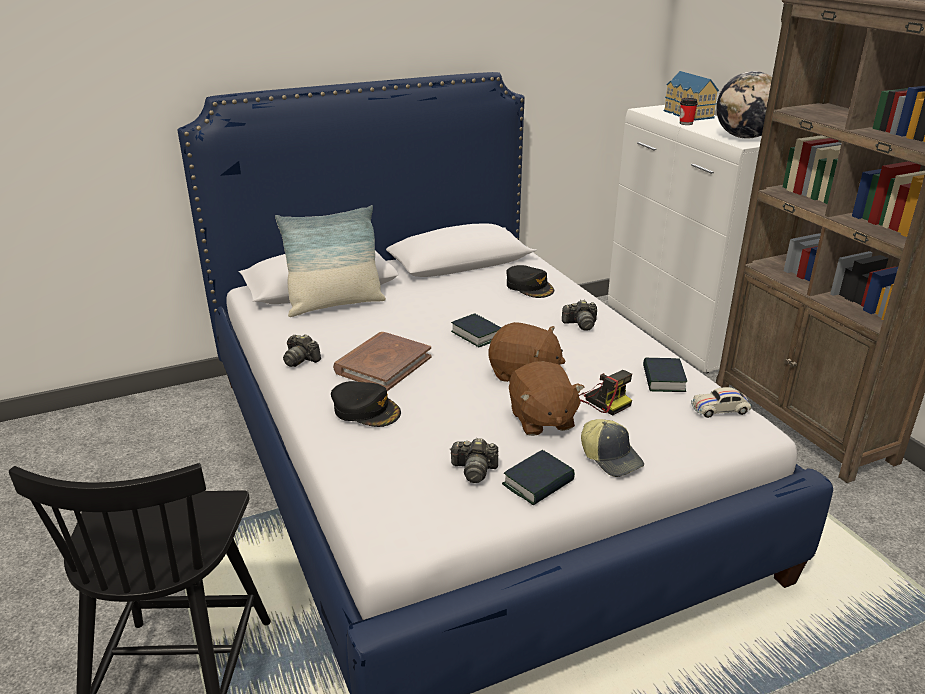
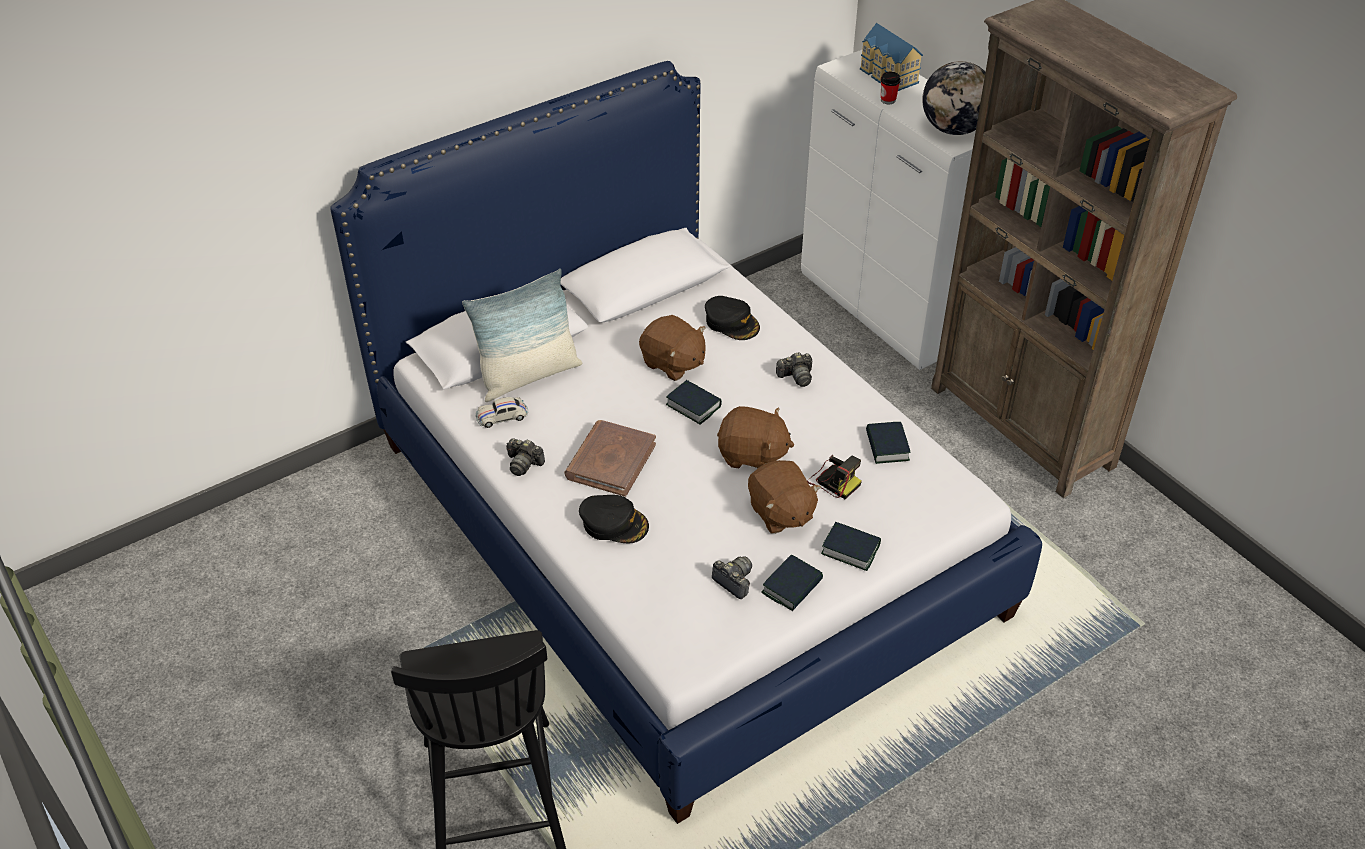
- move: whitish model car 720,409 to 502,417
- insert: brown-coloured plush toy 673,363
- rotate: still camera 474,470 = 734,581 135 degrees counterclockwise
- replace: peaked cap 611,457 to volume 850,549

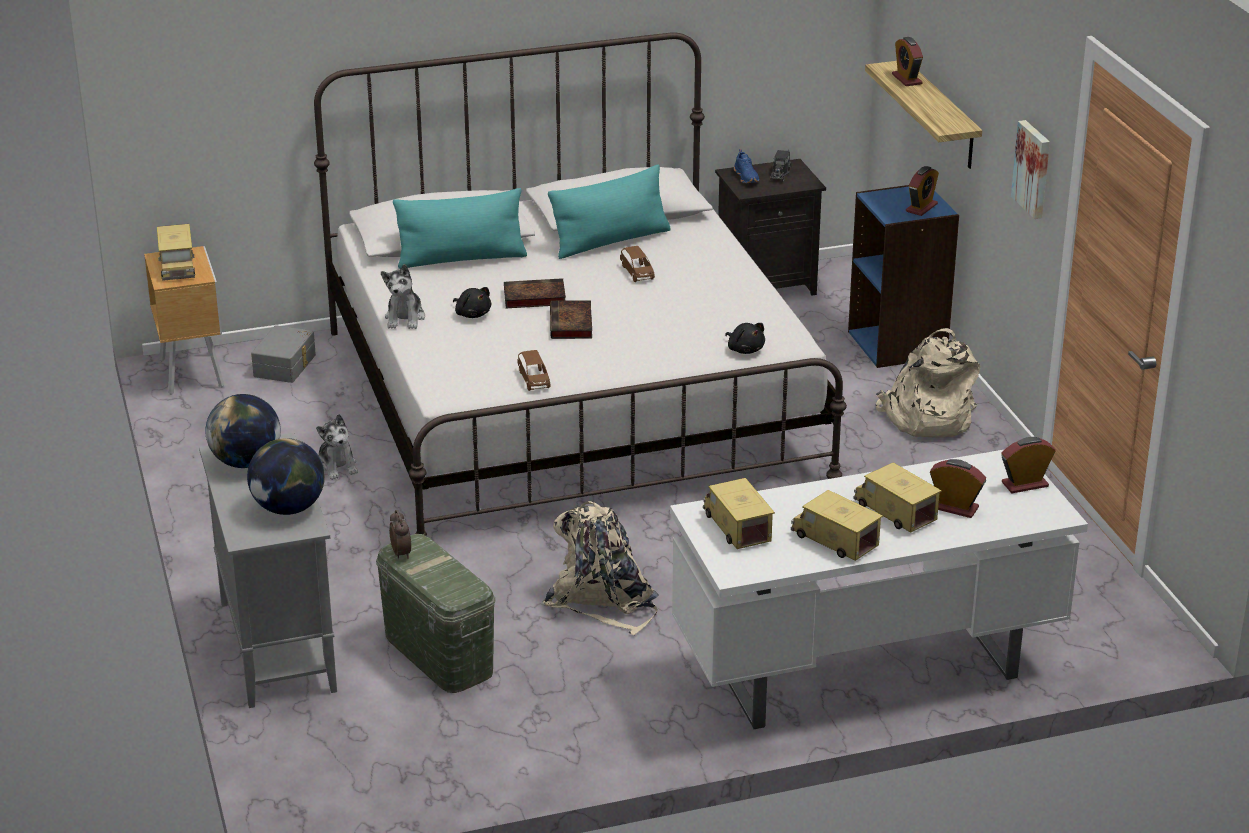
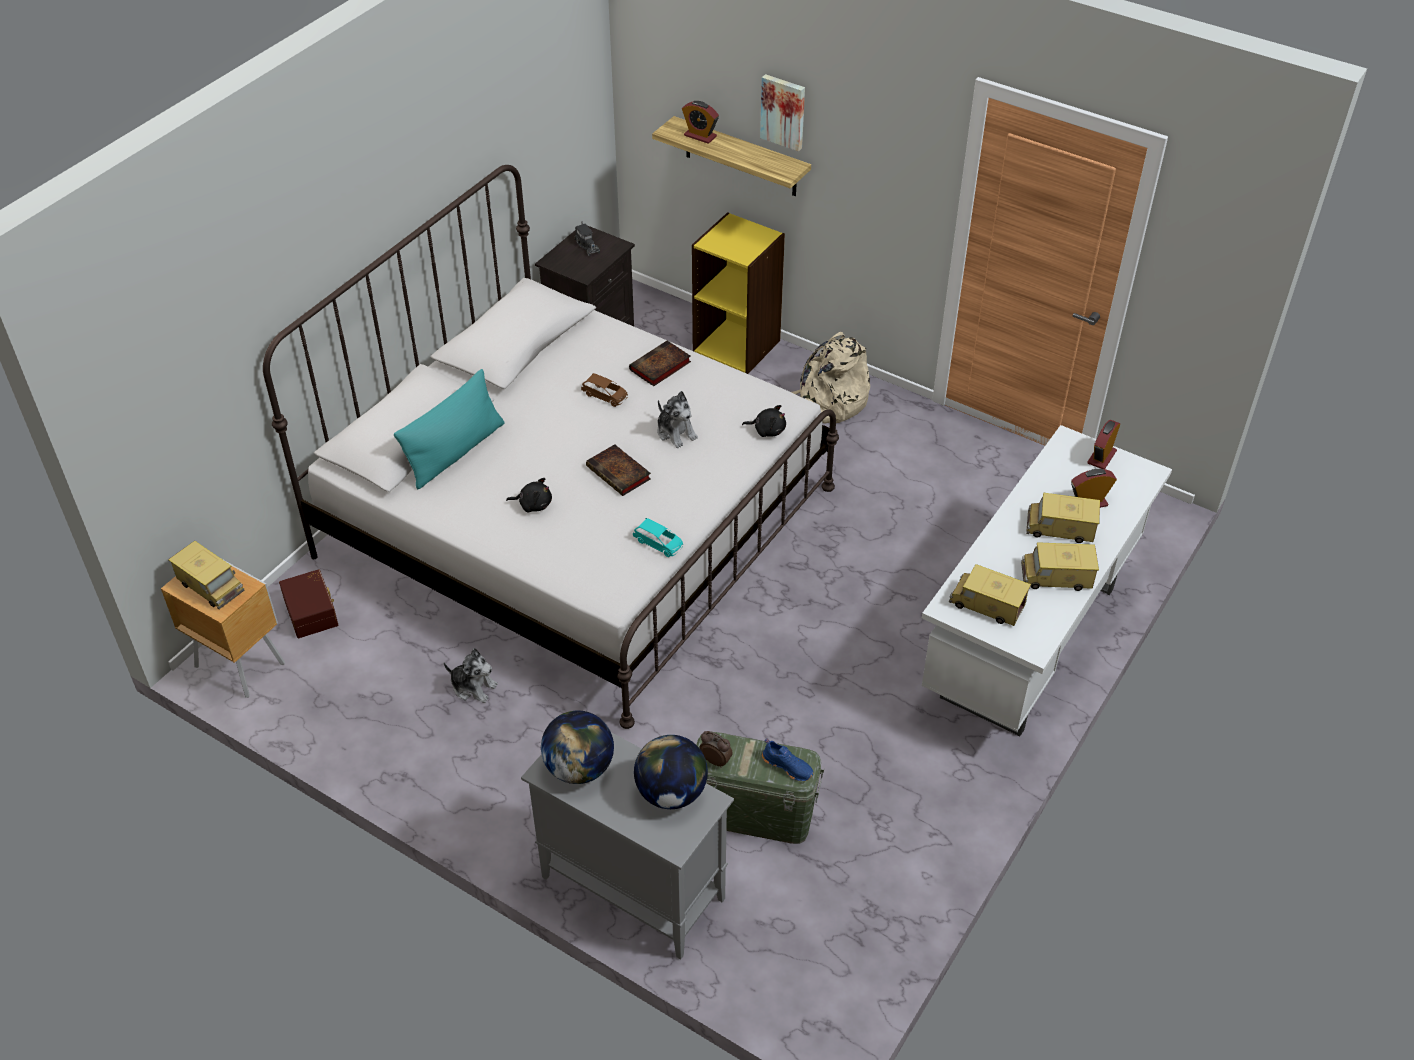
- recolor: greyish storage box 286,366 to brown-coloured storage box 312,611
- move: volume 533,298 to 659,367
- recolor: brown-coloured model car 534,379 to turquoise-coloured model car 658,543
- move: plush toy 405,318 to 676,432
- recolor: blue-coloured bookshelf 898,344 to yellow bookshelf 737,345
- move: picture 1033,169 to 783,111
- move: blue-coloured low shoe 747,177 to 788,766
- delete: beige-coloured rucksack 603,600
- delete: turquoise-coloured pillow 611,241
- delete: bedside clock 921,208

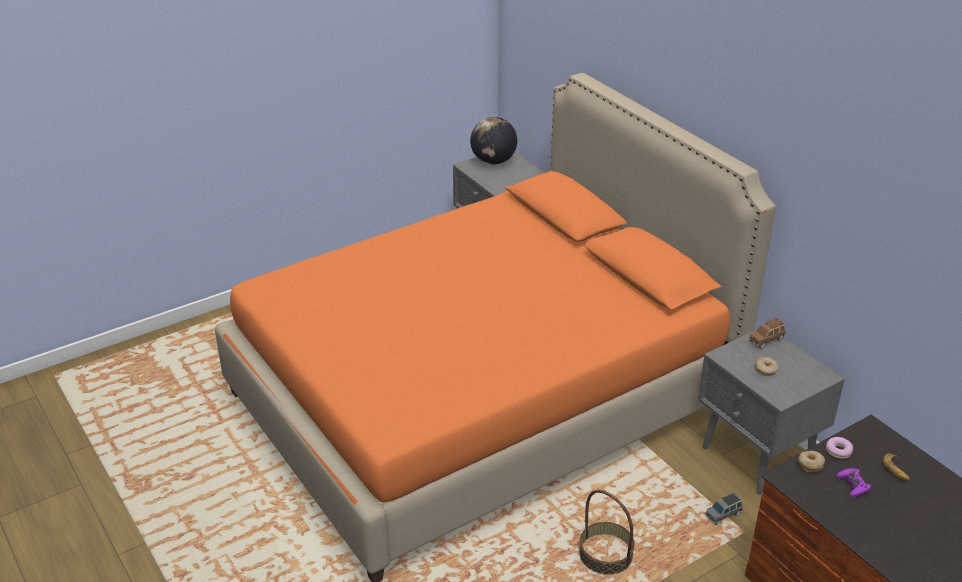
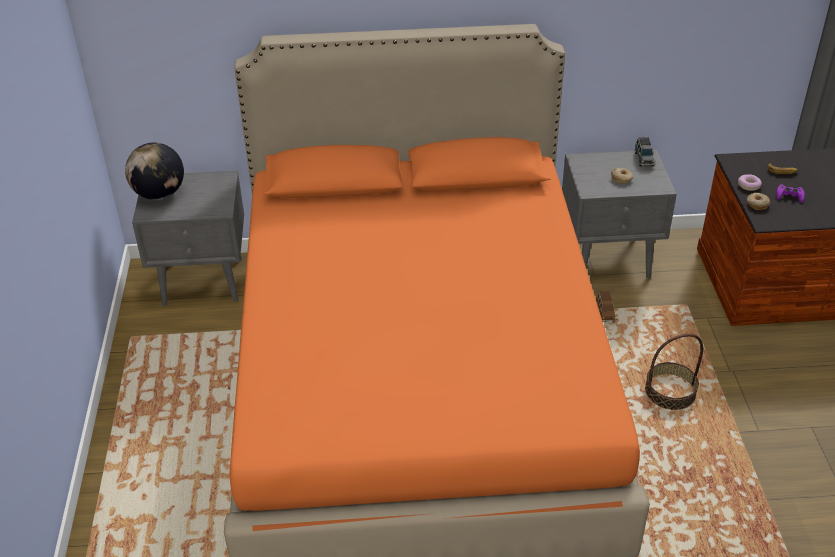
- move: brown-coloured model car 766,340 to 604,312
- move: greyish model car 723,515 to 643,159

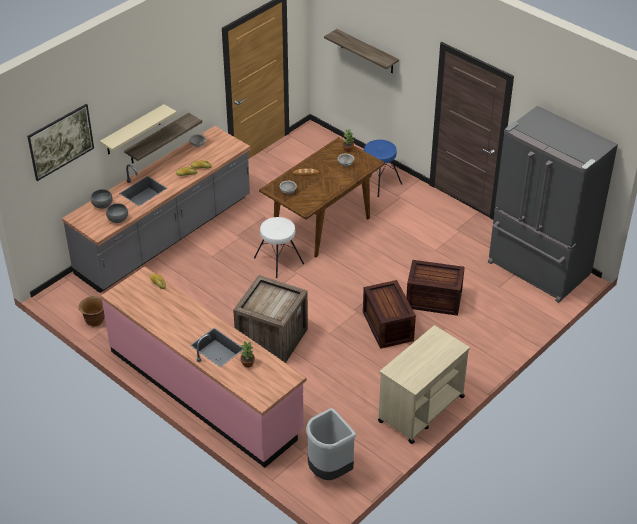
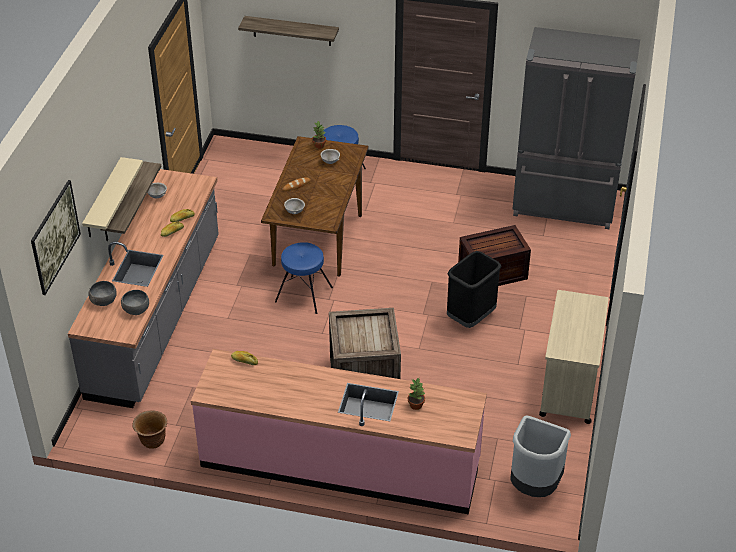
- recolor: whitish stool seat 278,261 to blue-coloured stool seat 303,295
- replace: crate 388,327 to black trash can 471,318

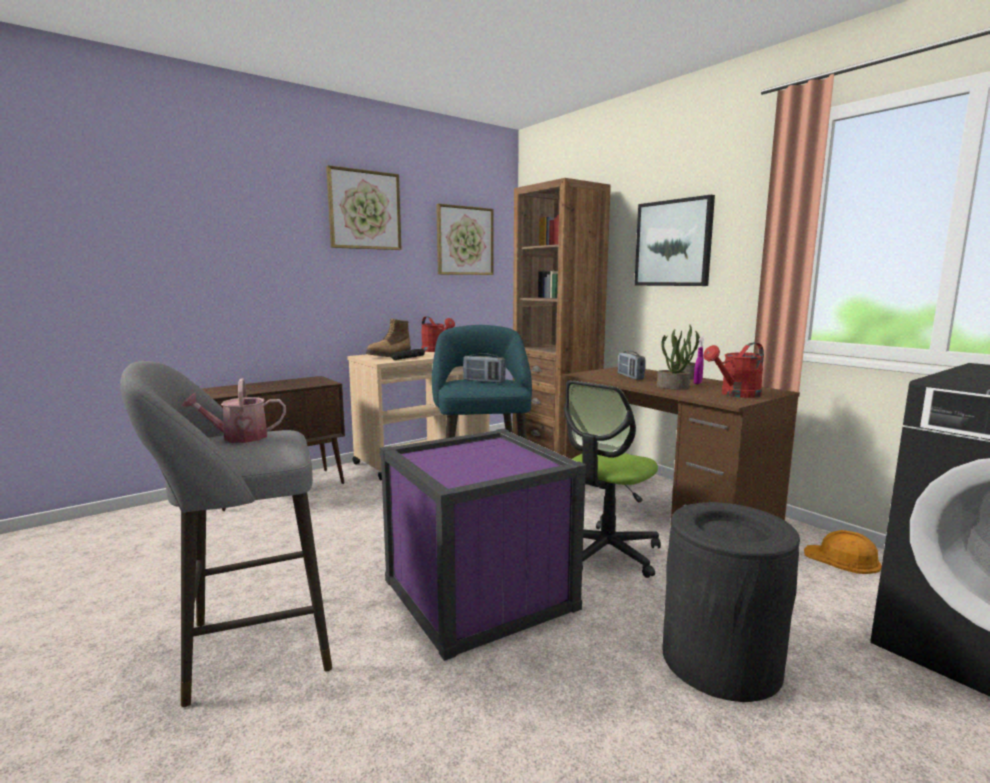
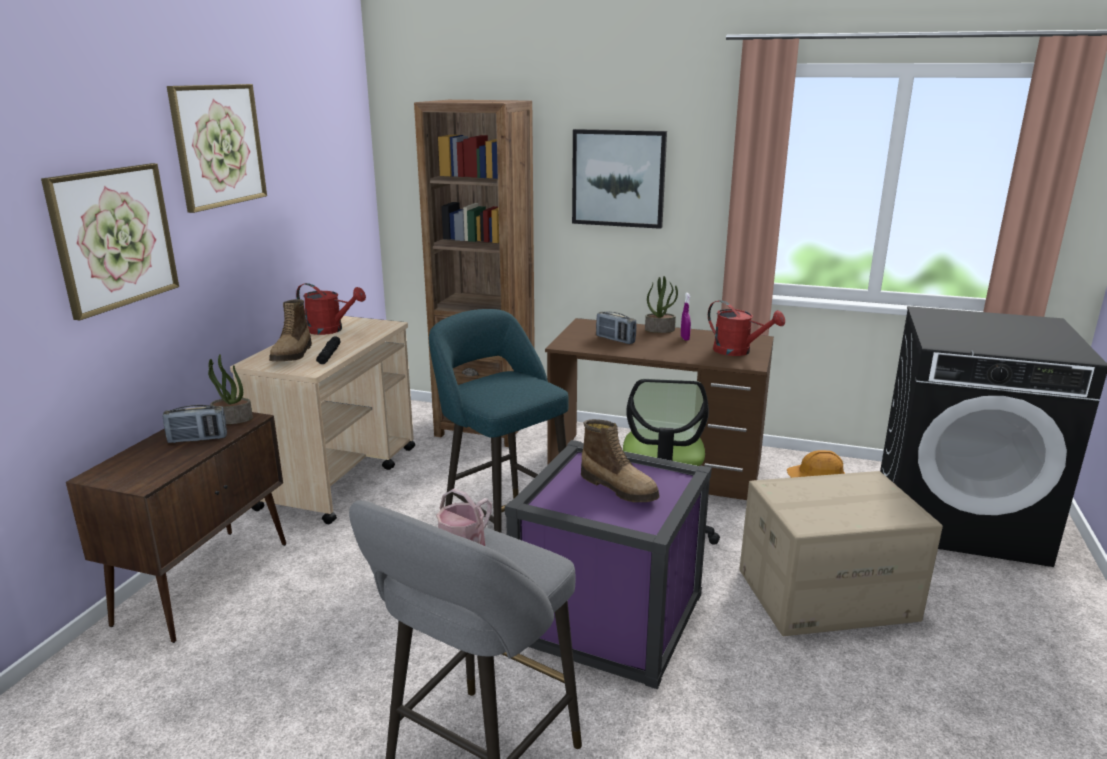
- move: picture 465,241 to 114,238
- move: radio receiver 484,381 to 198,439
- move: houseplant 672,387 to 232,419
- insert: tall boot 619,488
- rotate: red watering pot 736,395 = 738,351 75 degrees counterclockwise
- replace: black trash can 721,660 to cardboard box 826,594

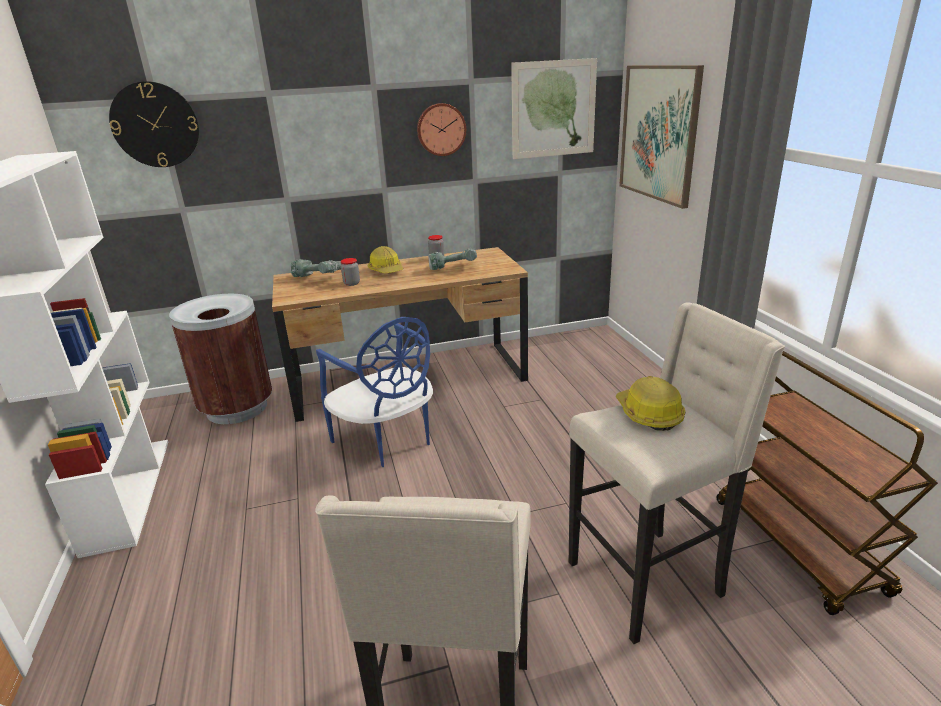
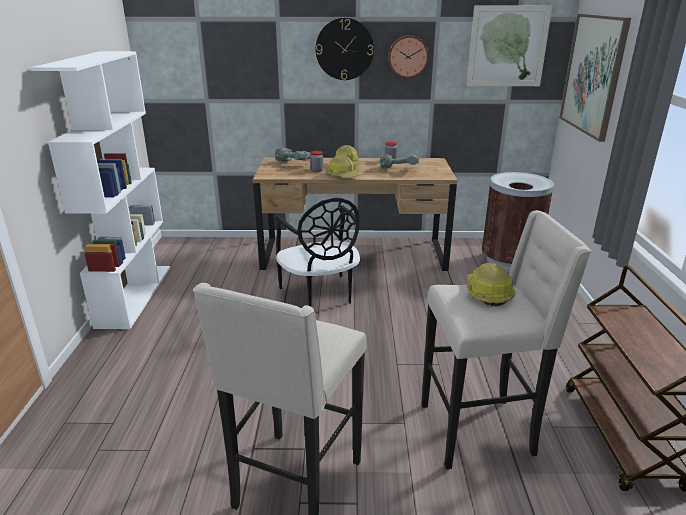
- recolor: blue-coloured upright chair 387,440 to black upright chair 320,294
- move: hanging clock 155,125 to 344,49
- insert: hard hat 342,175
- move: brown-coloured trash can 237,408 to 509,261

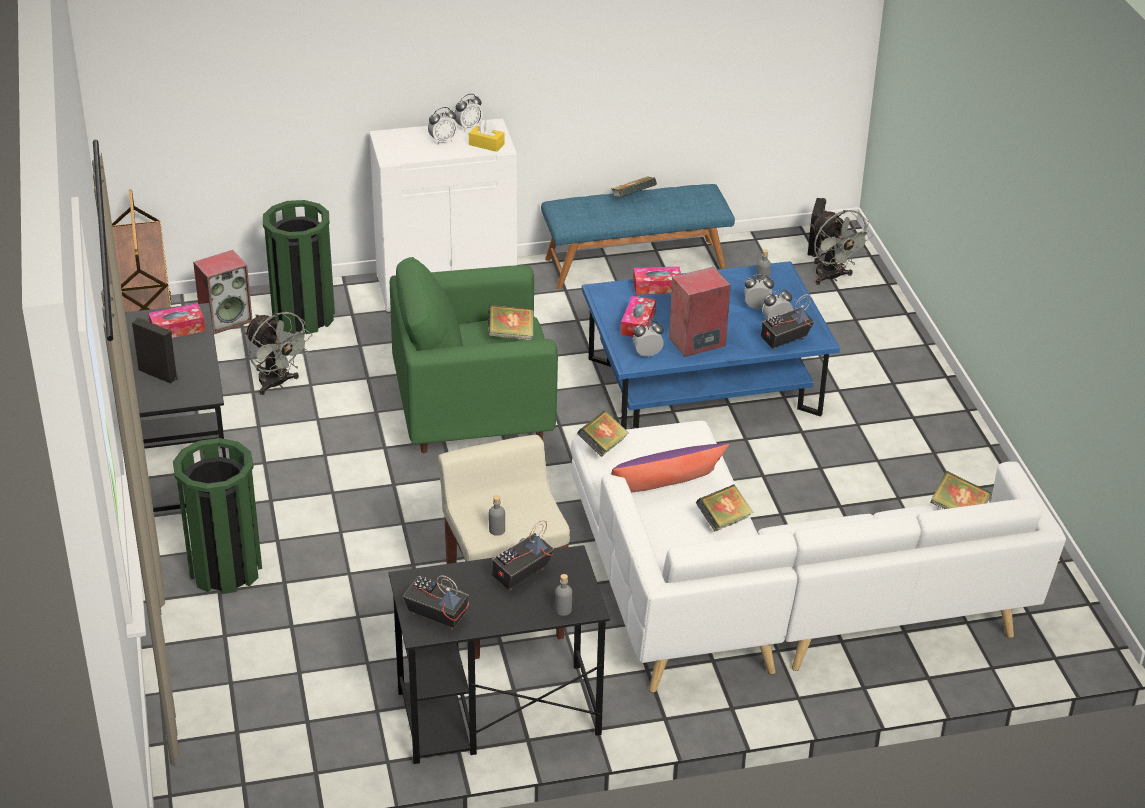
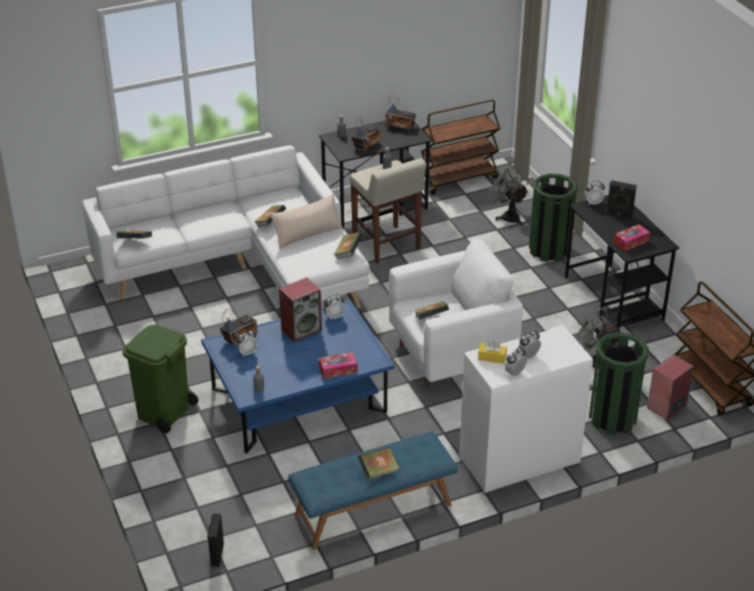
- insert: greenish trash can 164,412
- recolor: purplish pillow 663,490 to beige-coloured pillow 307,234
- recolor: greenish lounge chair 474,416 to whitish lounge chair 451,356
- insert: brown-coloured wheeled cart 458,179
- move: greyish cooling fan 832,277 to 507,216
- move: bedside clock 757,307 to 593,203
- delete: tissue holder 638,323

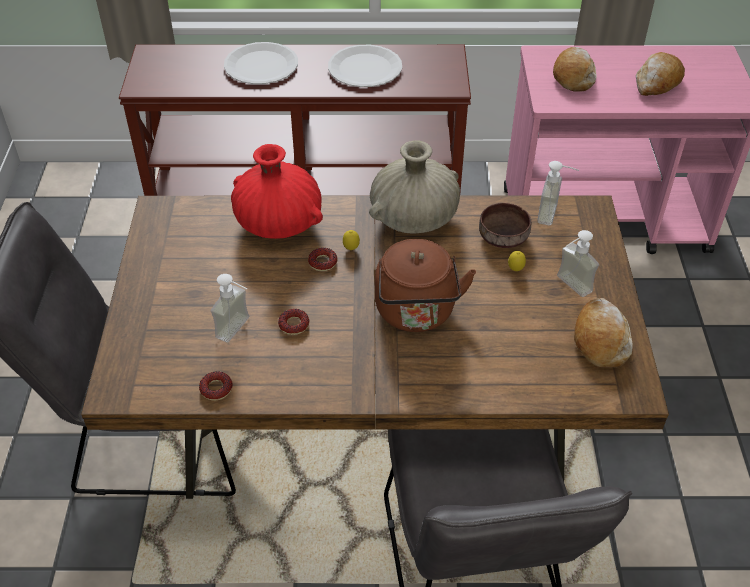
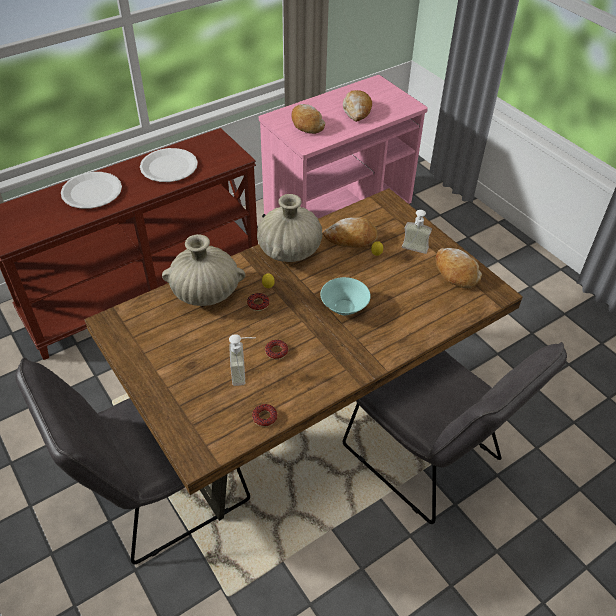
- recolor: red decorative vase 278,224 to beige-coloured decorative vase 205,293
- replace: brown-coloured tea kettle 416,314 to turquoise-coloured serving bowl 344,308
- replace: brown-coloured serving bowl 502,237 to baked bread 351,239
- delete: liquid soap bottle 554,215

